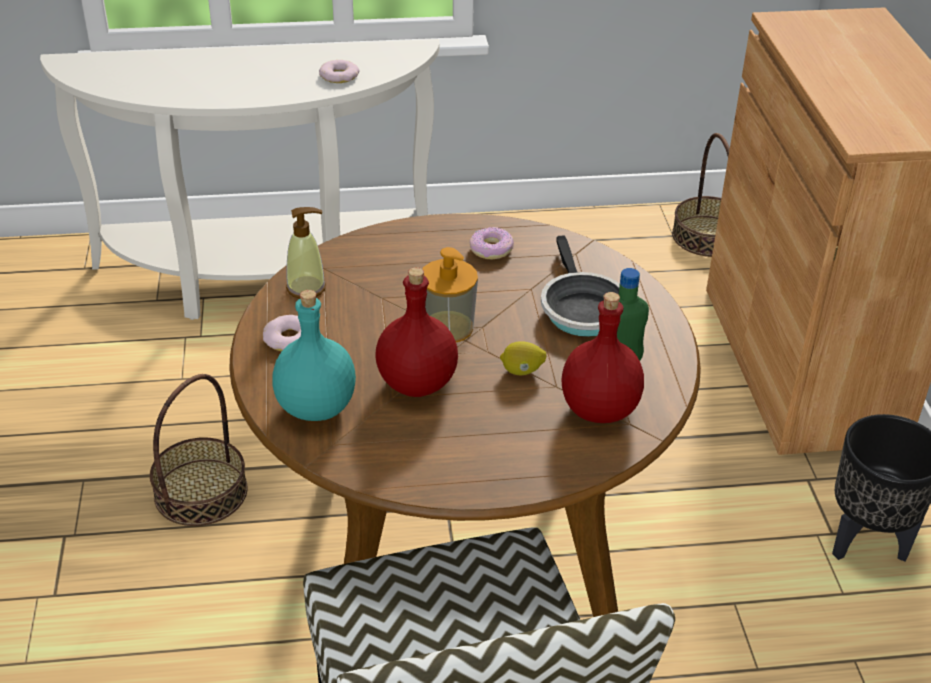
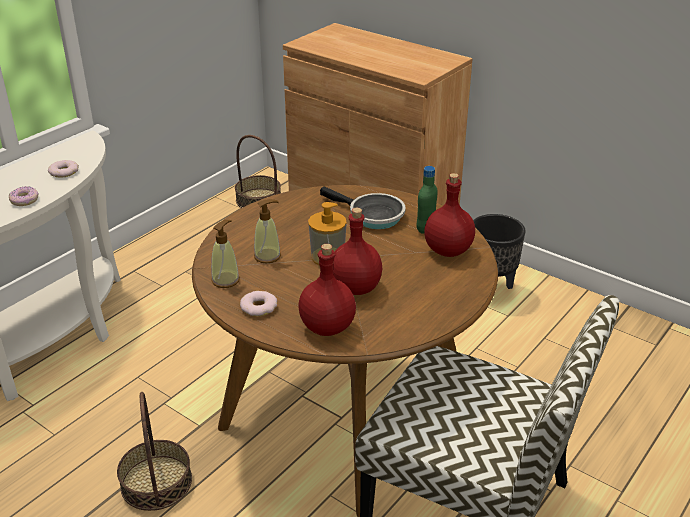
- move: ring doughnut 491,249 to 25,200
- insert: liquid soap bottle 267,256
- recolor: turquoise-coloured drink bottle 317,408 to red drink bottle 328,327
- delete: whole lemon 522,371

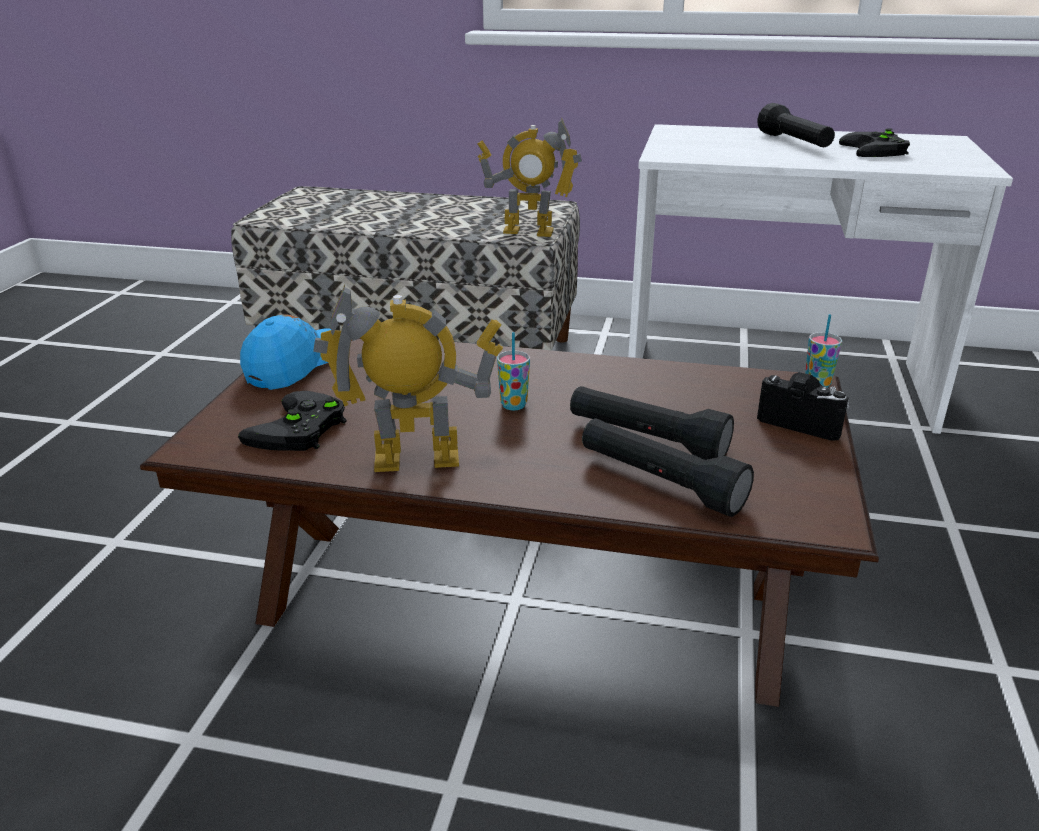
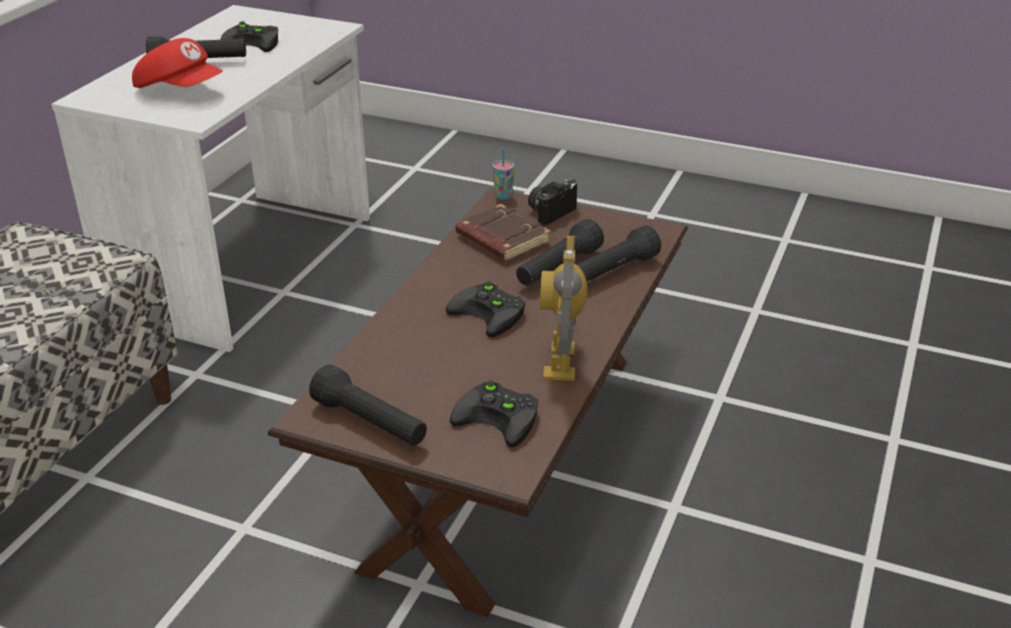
- insert: red peaked cap 180,90
- replace: blue-coloured peaked cap 294,365 to black torch 370,423
- replace: drinking cup 513,405 to black joypad 491,313
- insert: brown-coloured volume 501,239
- delete: toy robot 528,231

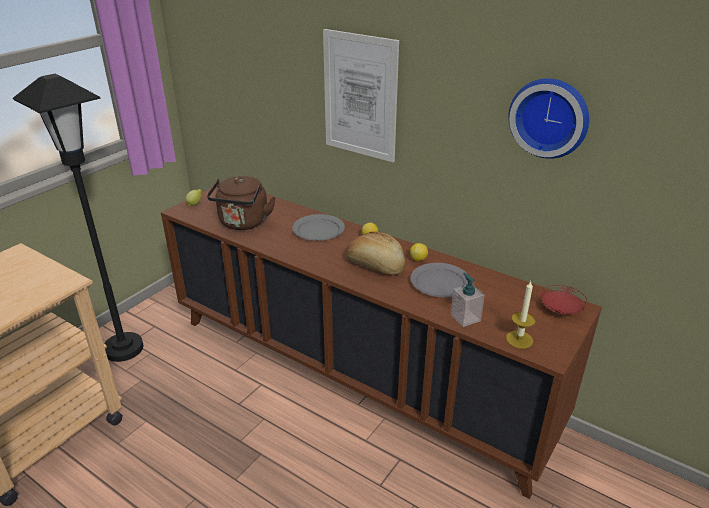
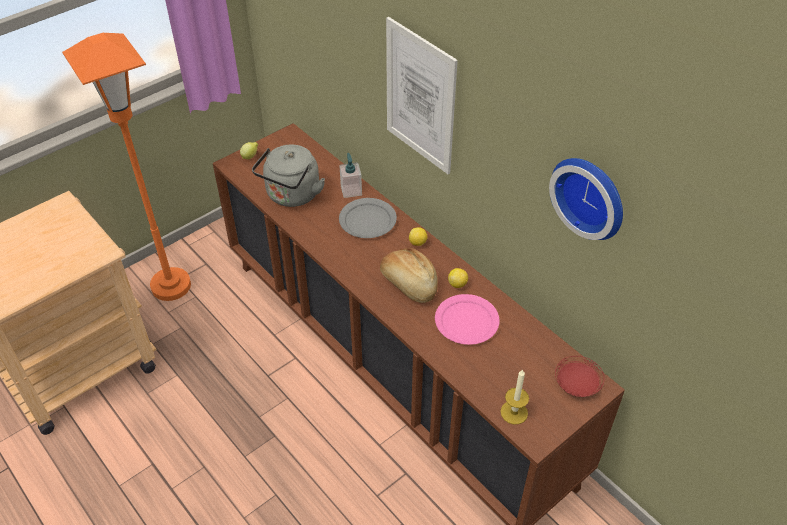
- recolor: black standard lamp 123,348 to orange standard lamp 171,285
- recolor: brown-coloured tea kettle 243,223 to greyish tea kettle 292,196
- move: liquid soap bottle 465,318 to 351,190
- recolor: greyish flat dish 440,283 to pink flat dish 466,322

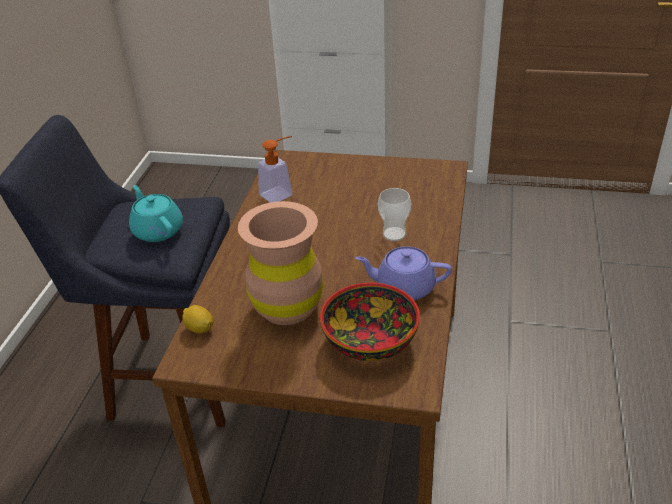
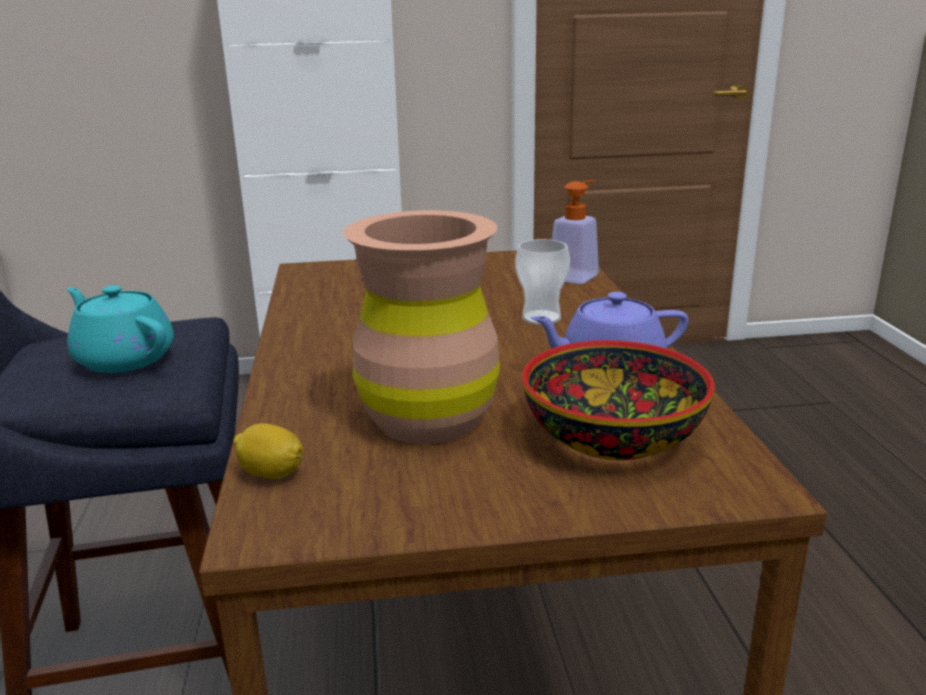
- move: liquid soap bottle 280,193 to 577,275

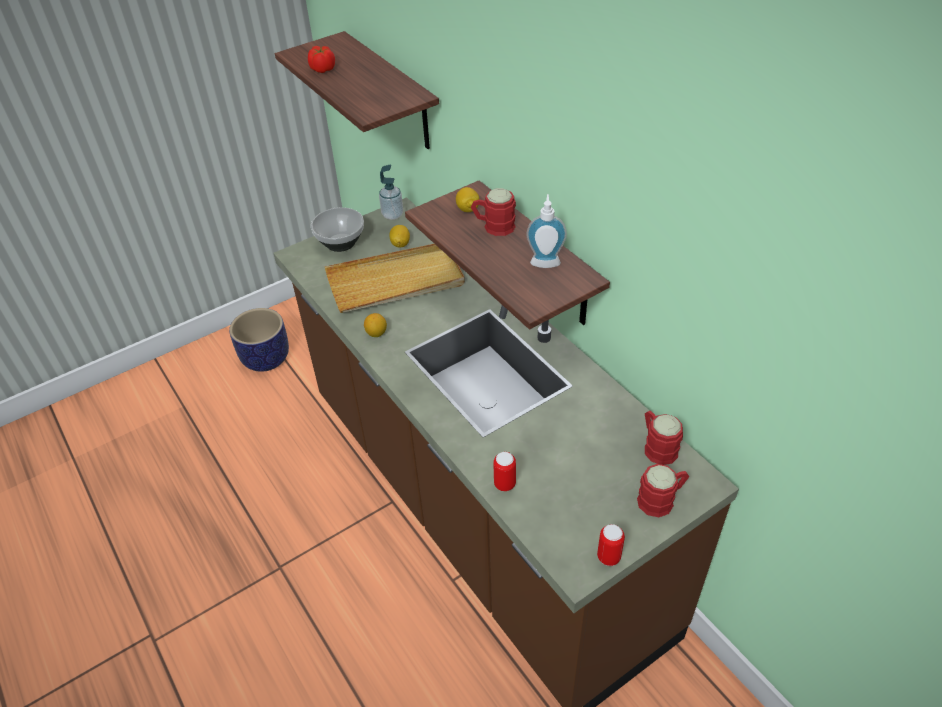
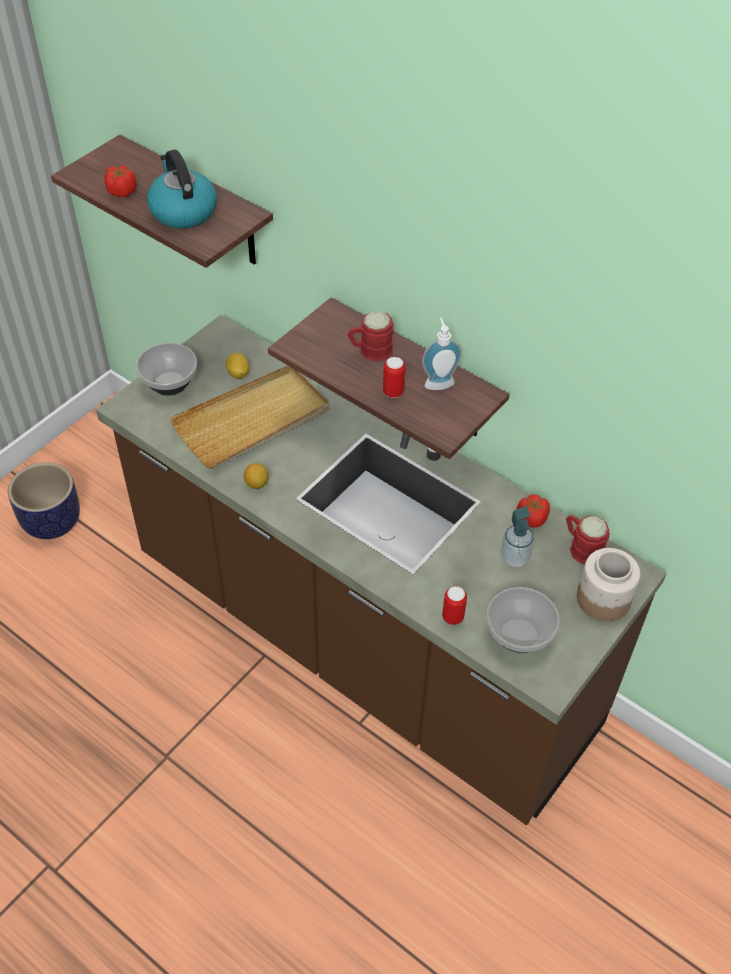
- insert: tea kettle 182,211
- move: sealed can 608,557 to 393,392
- insert: serving bowl 518,636
- move: liquid soap bottle 392,215 to 514,558
- insert: tomato 531,519
- replace: red tea mug 661,499 to preserve jar 602,599
- delete: whole lemon 467,209

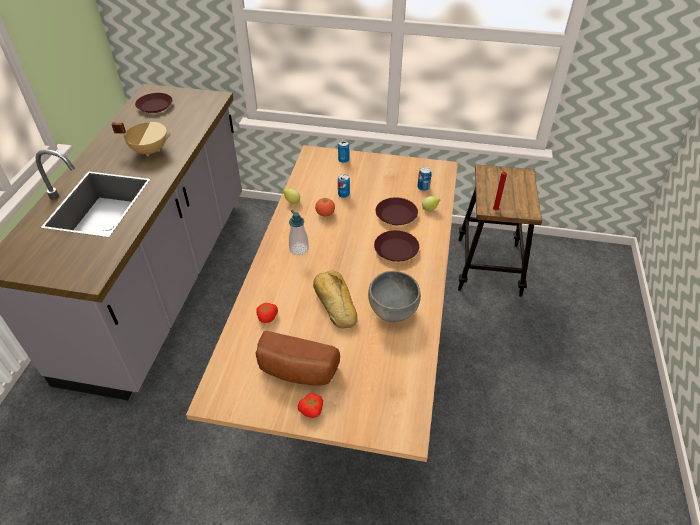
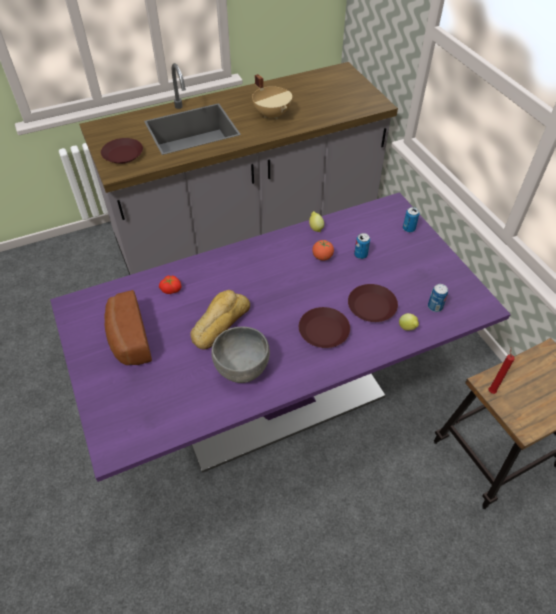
- recolor: beige-coloured dinner table 349,355 to purplish dinner table 278,395
- move: brown-coloured flat dish 154,106 to 123,154
- delete: liquid soap bottle 299,249
- delete: tomato 312,410

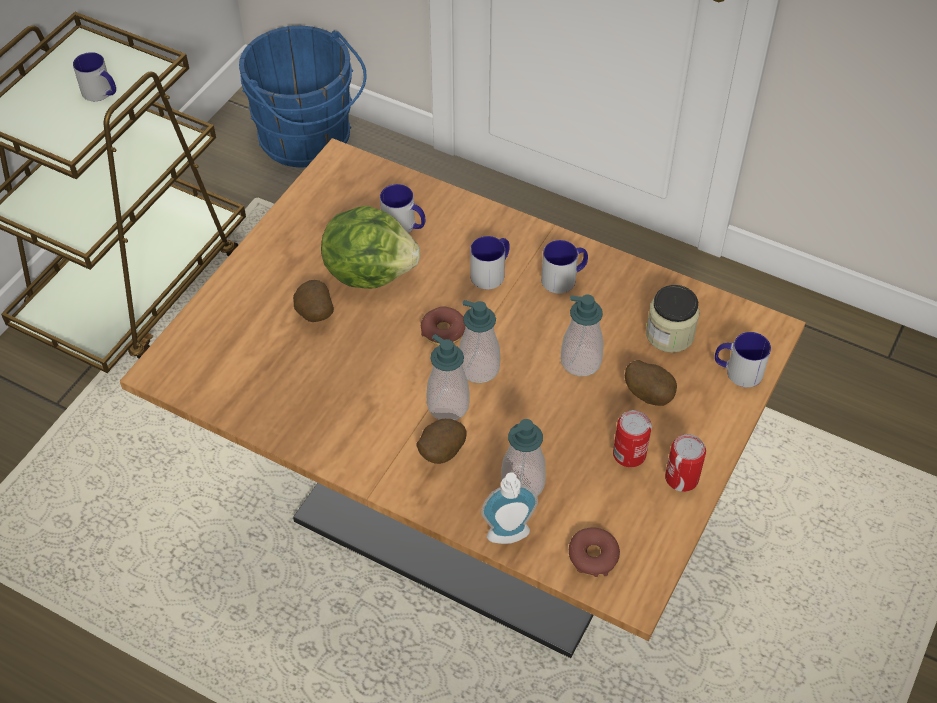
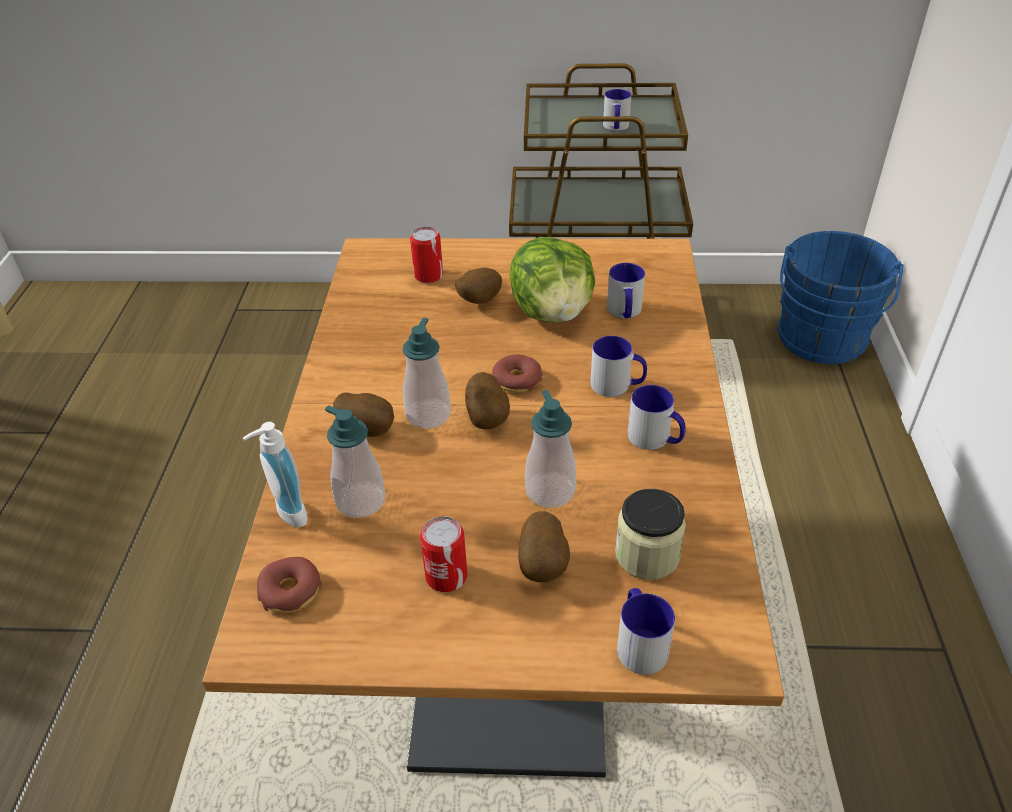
- move: sealed can 681,478 to 428,275
- replace: liquid soap bottle 479,368 to whole potato 488,419

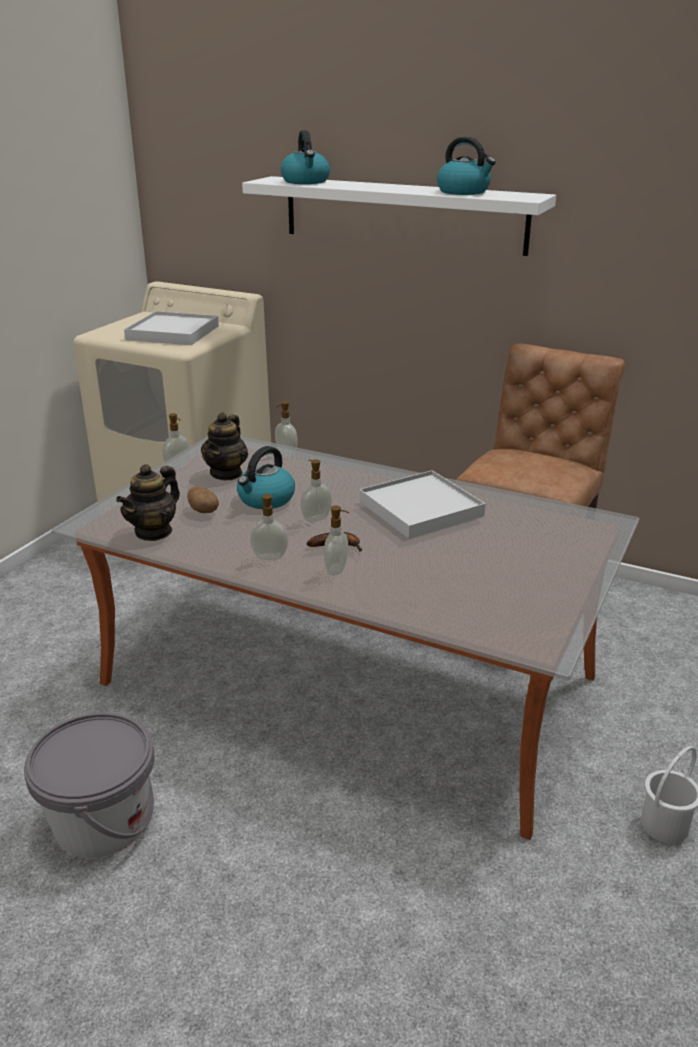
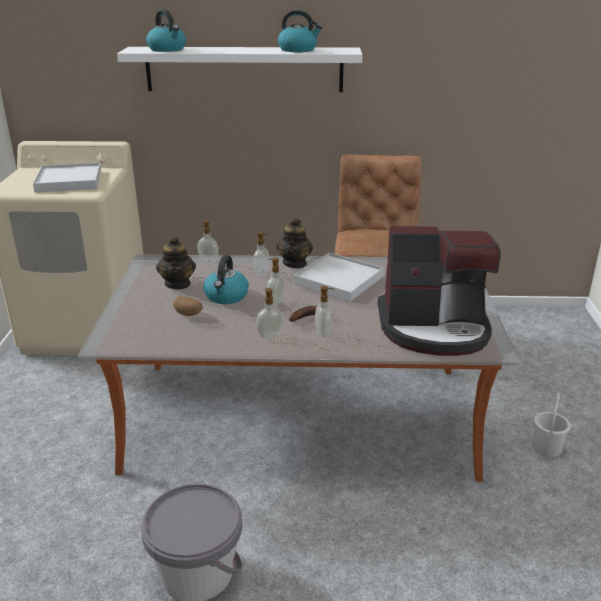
- move: liquid soap bottle 178,467 to 262,273
- move: pot for tea 154,532 to 295,263
- insert: coffee machine 434,328

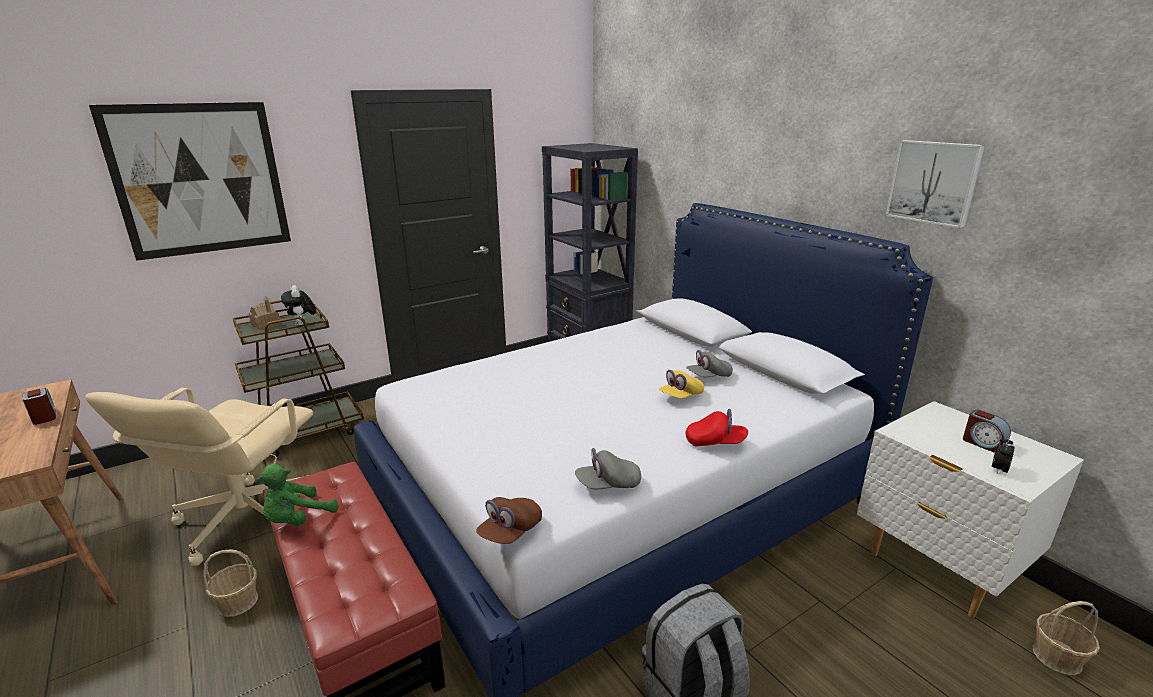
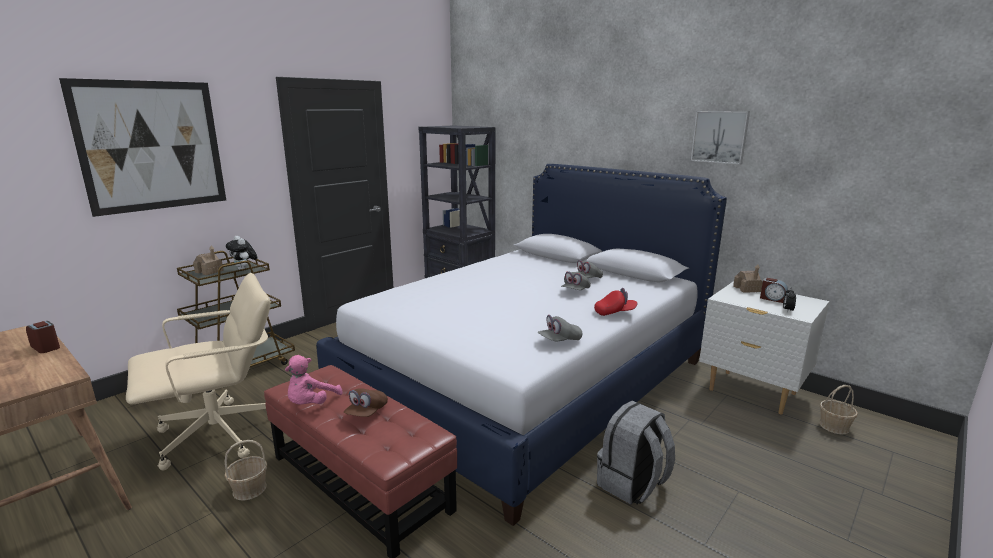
- rotate: beige-coloured computer chair 243,520 = 219,434 120 degrees counterclockwise
- recolor: greenish plush toy 297,519 to pink plush toy 311,404
- move: brown-coloured peaked cap 510,532 to 366,413
- recolor: yellow peaked cap 680,396 to greyish peaked cap 575,291
- insert: toy house 747,289

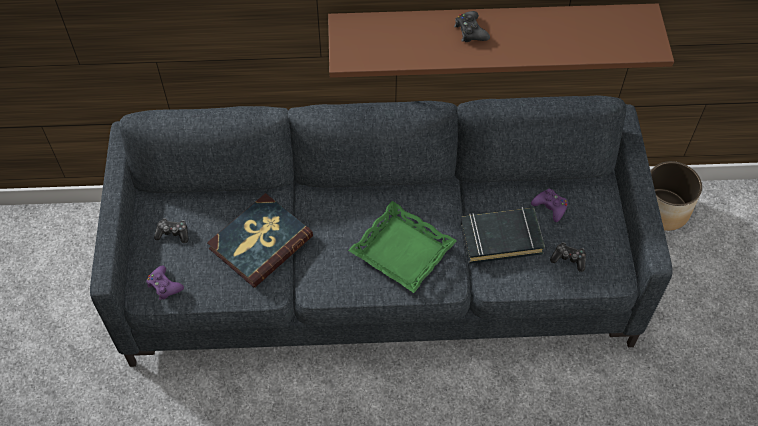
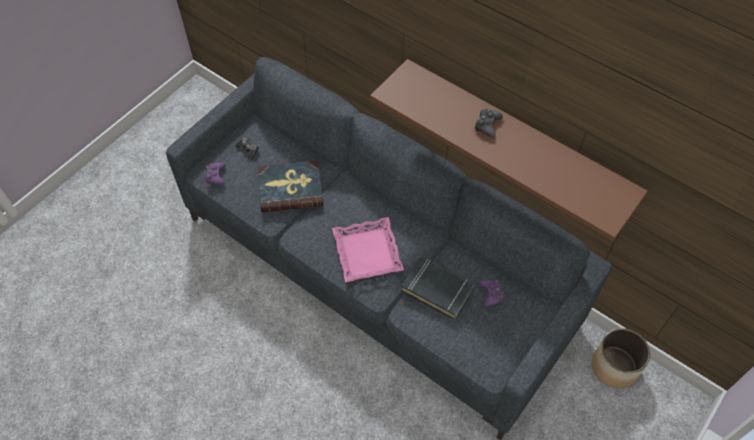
- recolor: greenish carrying tray 403,250 to pink carrying tray 368,253
- delete: joypad 568,259

